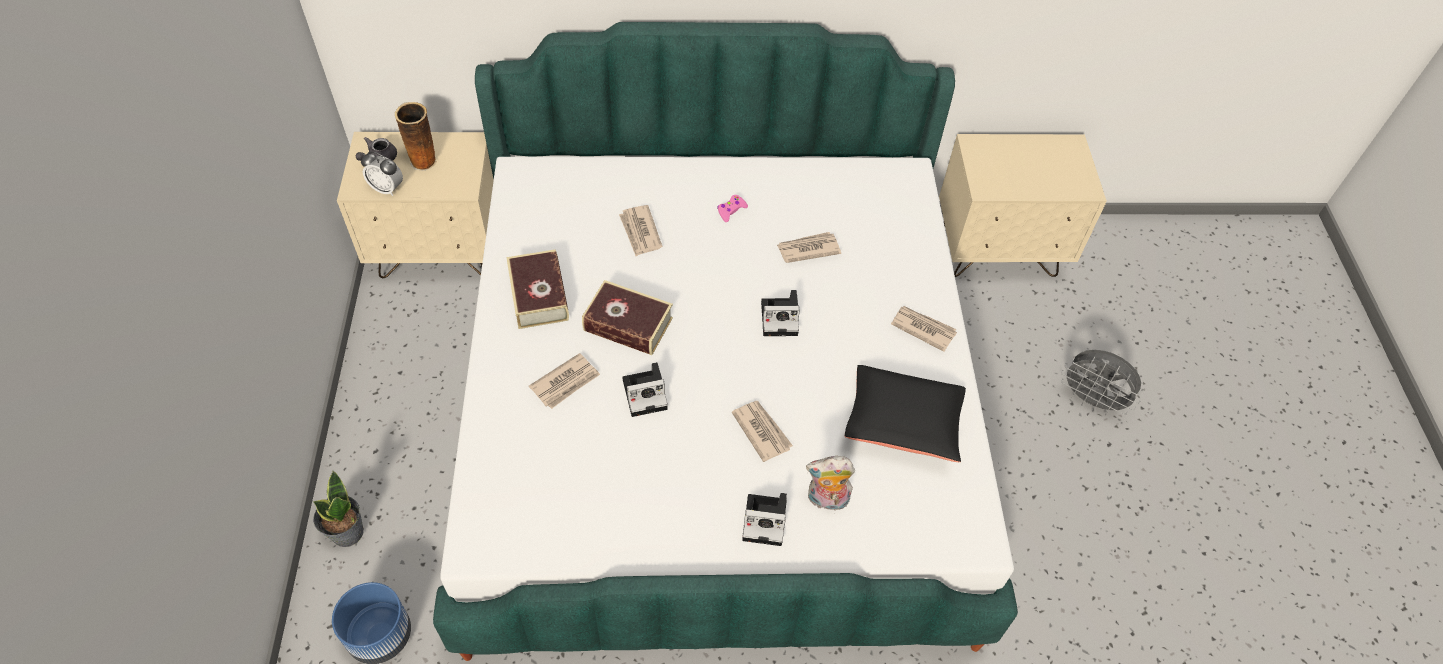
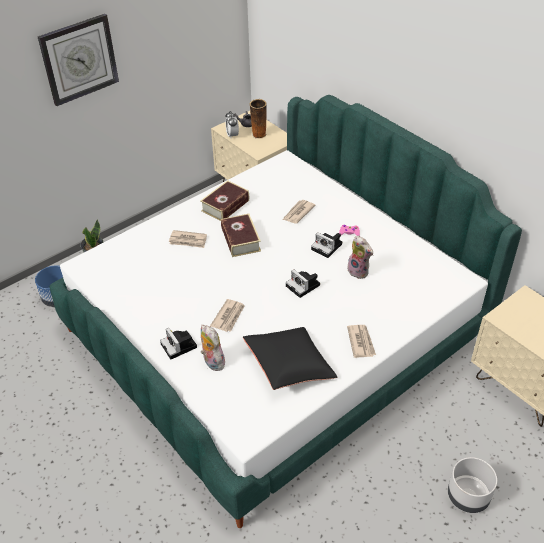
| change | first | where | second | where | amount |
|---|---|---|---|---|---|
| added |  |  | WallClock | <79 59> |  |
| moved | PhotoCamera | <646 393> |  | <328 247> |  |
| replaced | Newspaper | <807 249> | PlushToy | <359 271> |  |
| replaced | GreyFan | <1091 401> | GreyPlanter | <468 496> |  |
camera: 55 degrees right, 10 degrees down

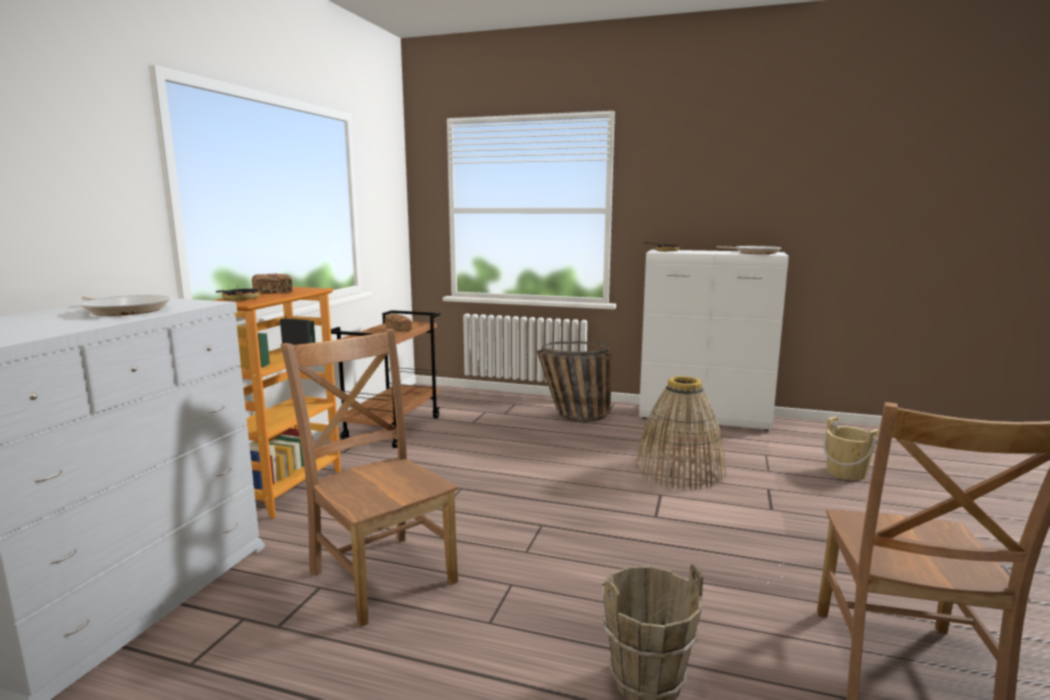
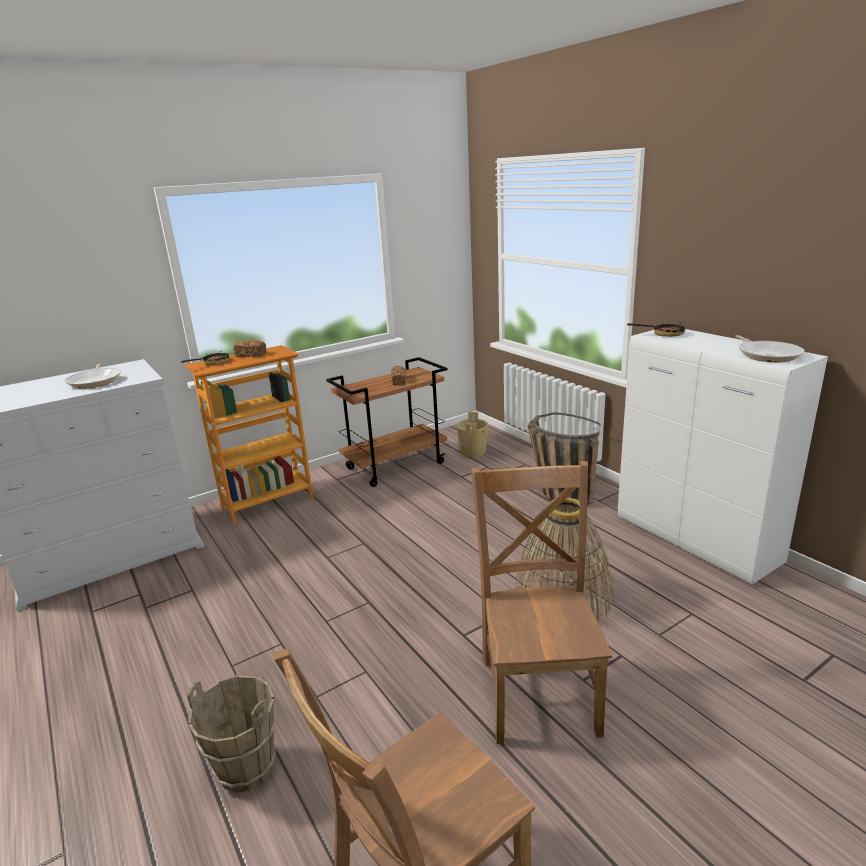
| change | first | where | second | where | amount |
|---|---|---|---|---|---|
| moved | BrownChair | <381 573> |  | <538 690> |  |
| moved | BeigeBucket | <846 473> |  | <473 452> |  |
camera: 40 degrees right, 10 degrees up

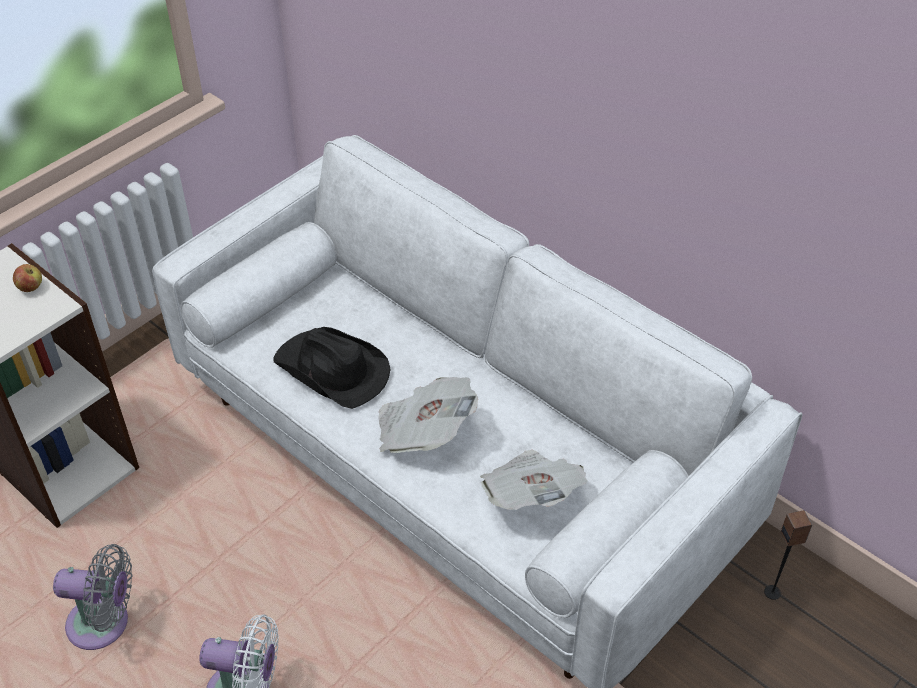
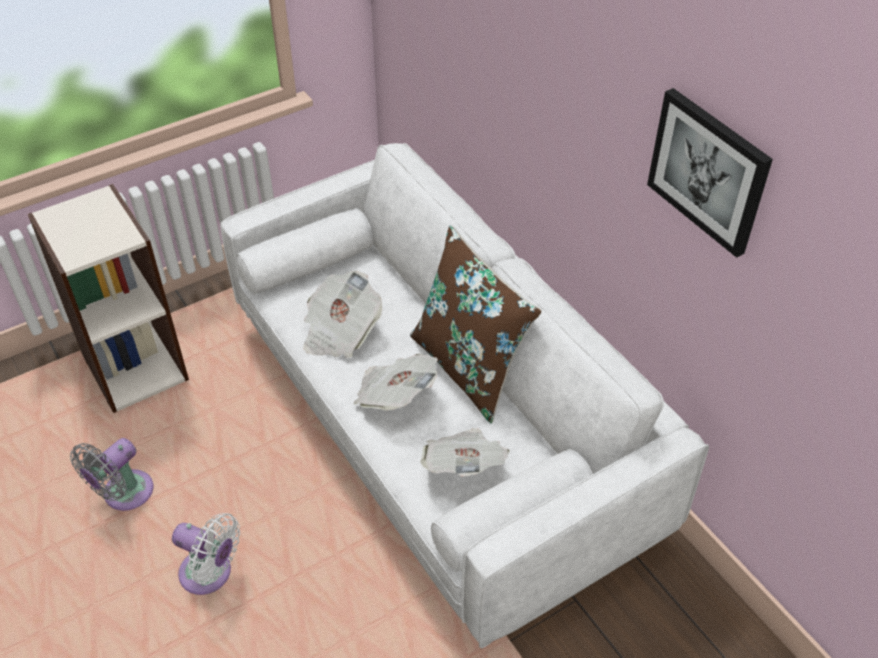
| change | first | where | second | where | amount |
|---|---|---|---|---|---|
| removed | Apple | <31 287> |  |  |  |
| removed | Speaker | <773 592> |  |  |  |
| added |  |  | BrownPillow | <469 367> |  |
| added |  |  | Picture | <709 171> |  |
| replaced | BlackHat | <332 371> | Newspaper | <340 331> |  |
| turned | GreyFan | <104 624> |  | <124 495> | 105 degrees clockwise |
camera: 15 degrees right, 0 degrees up

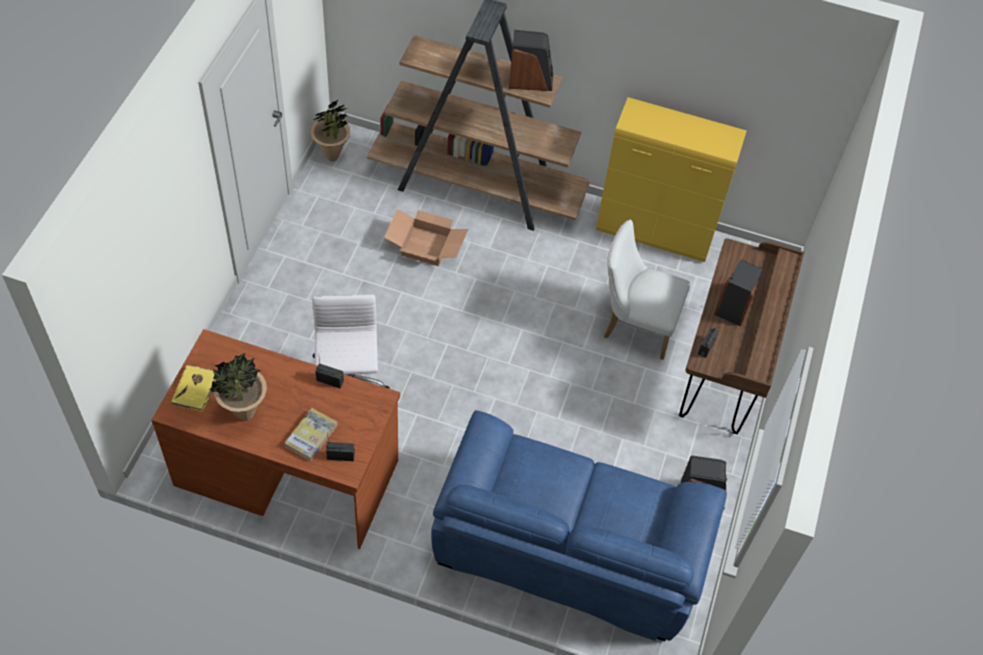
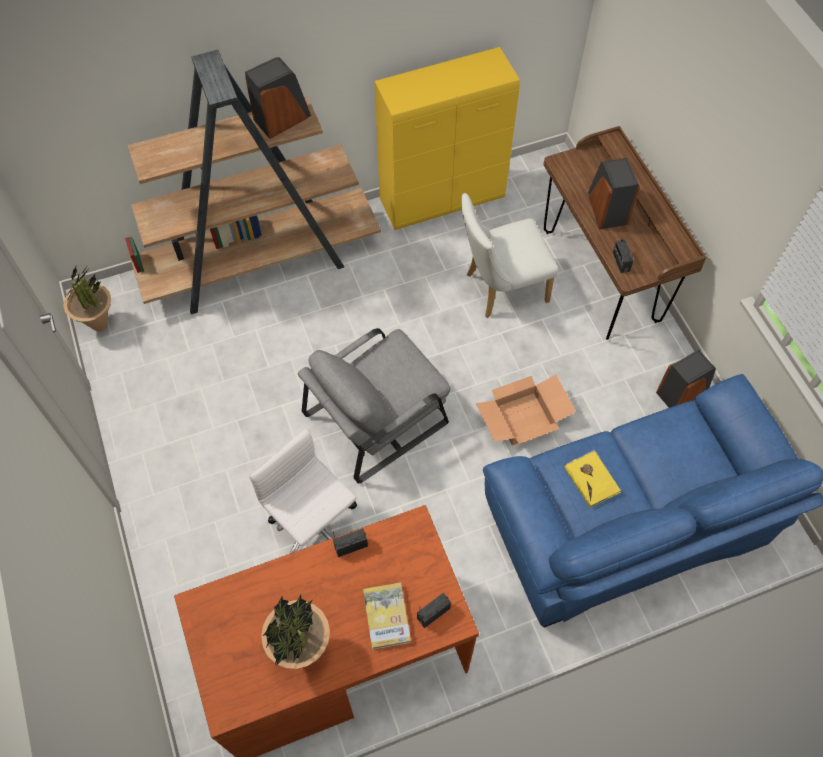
| change | first | where | second | where | amount |
|---|---|---|---|---|---|
| added |  |  | GreyArmchair | <377 416> |  |
| moved | YellowBook | <196 389> |  | <592 479> |  |
| moved | CardboardBox | <427 246> |  | <523 417> |  |
camera: 35 degrees left, 5 degrees up

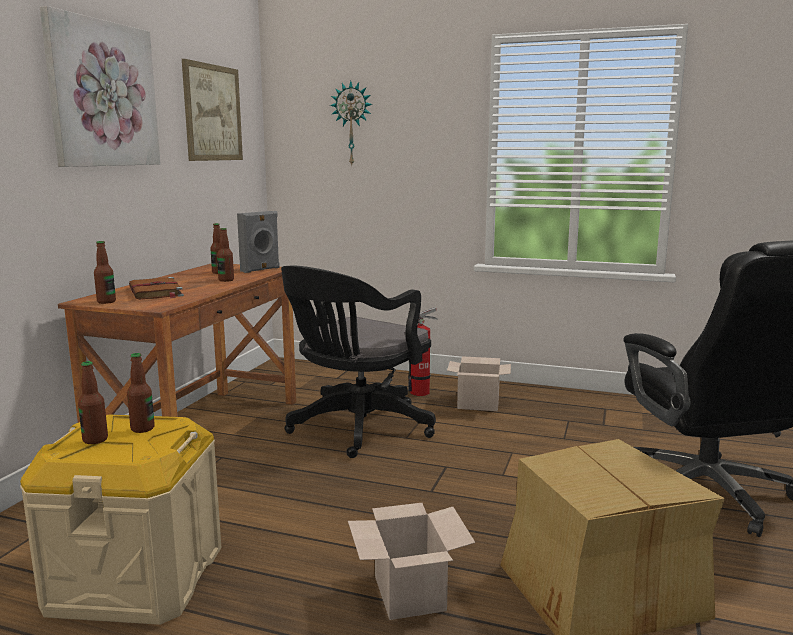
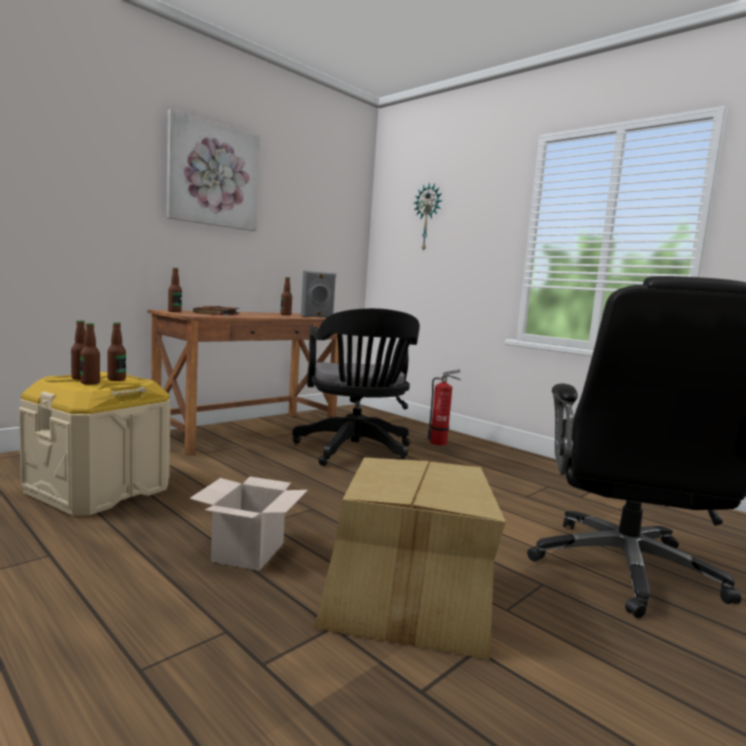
| change | first | where | second | where | amount |
|---|---|---|---|---|---|
| removed | Picture | <213 113> |  |  |  |
| removed | CardboardBox | <479 404> |  |  |  |
| moved | Bottle | <226 280> |  | <90 383> |  |
| turned | BlackOfficeChair | <356 429> |  | <356 452> | 75 degrees counterclockwise |
camera: 25 degrees right, 5 degrees down

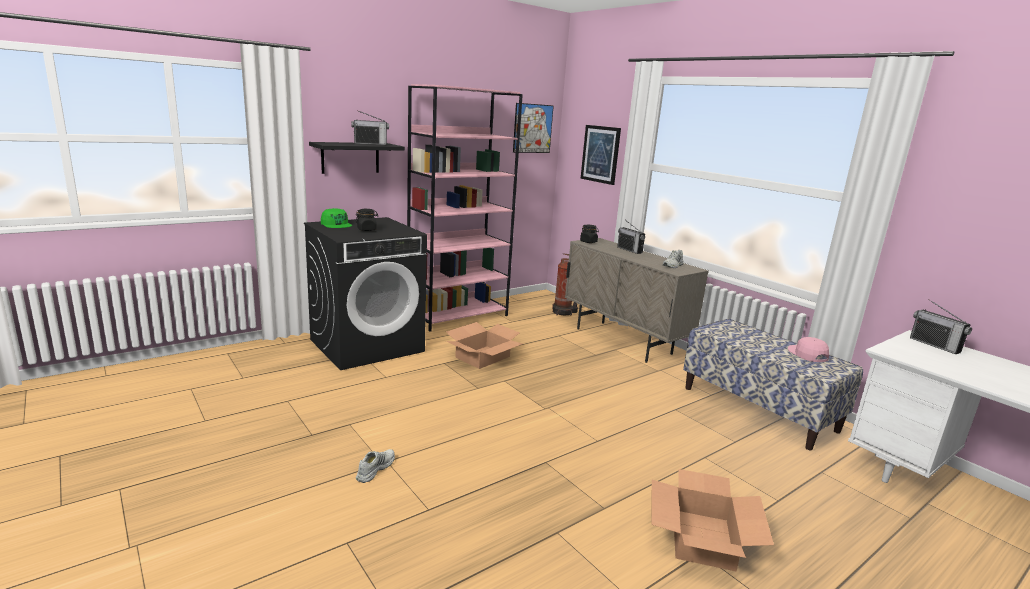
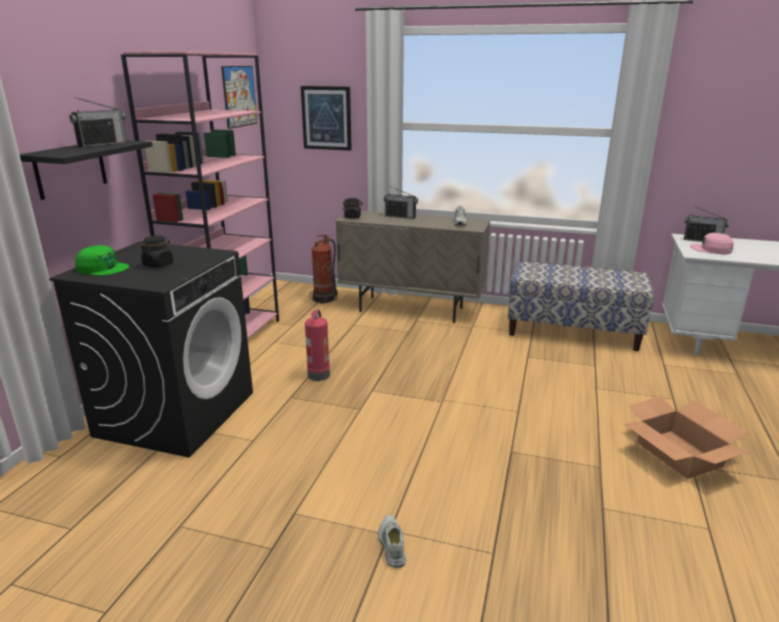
| change | first | where | second | where | amount |
|---|---|---|---|---|---|
| moved | PinkCap | <807 354> |  | <711 249> |  |
| replaced | CardboardBox | <483 357> | FireExtinguisher | <318 374> |  |
camera: 35 degrees left, 5 degrees up

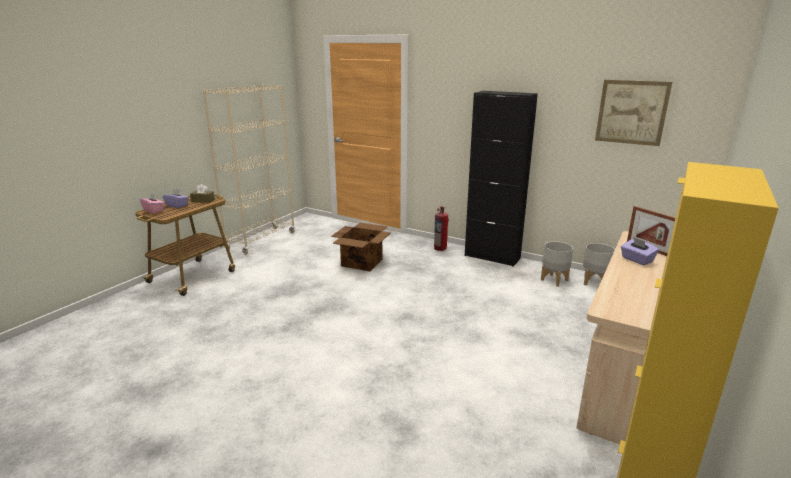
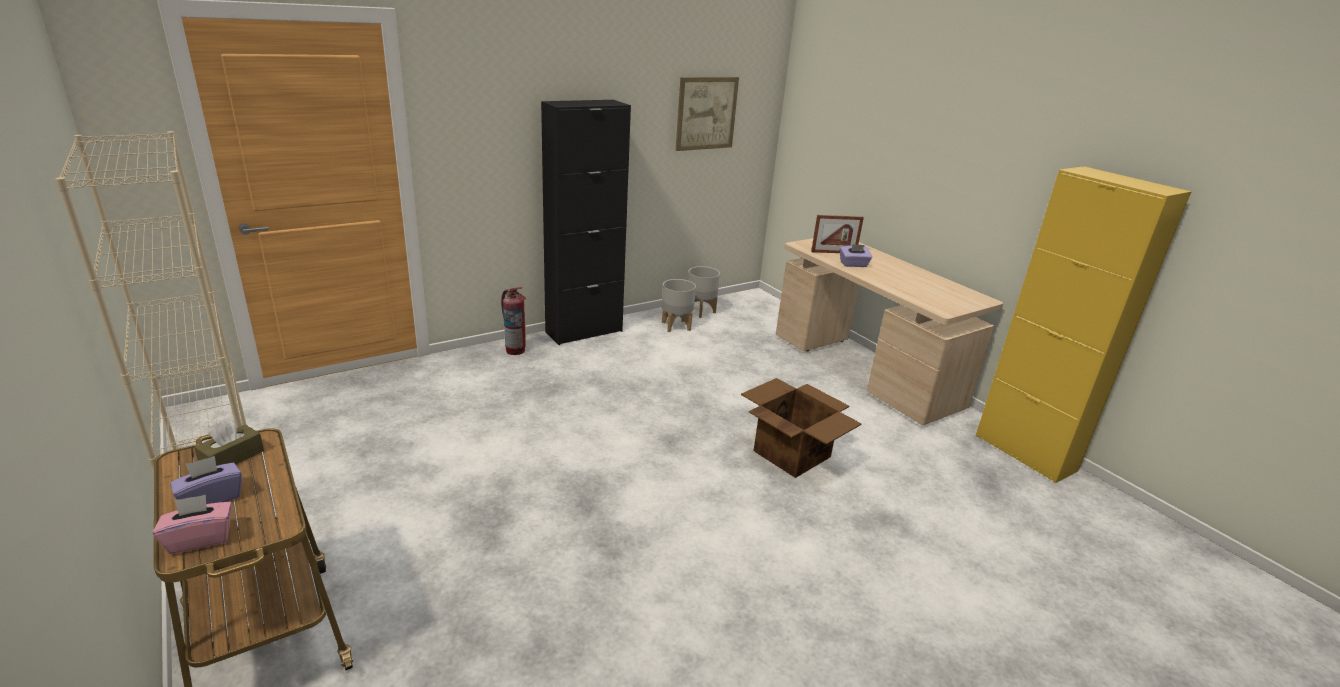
| change | first | where | second | where | amount |
|---|---|---|---|---|---|
| moved | CardboardBox | <362 262> |  | <791 453> |  |
camera: 65 degrees left, 5 degrees up

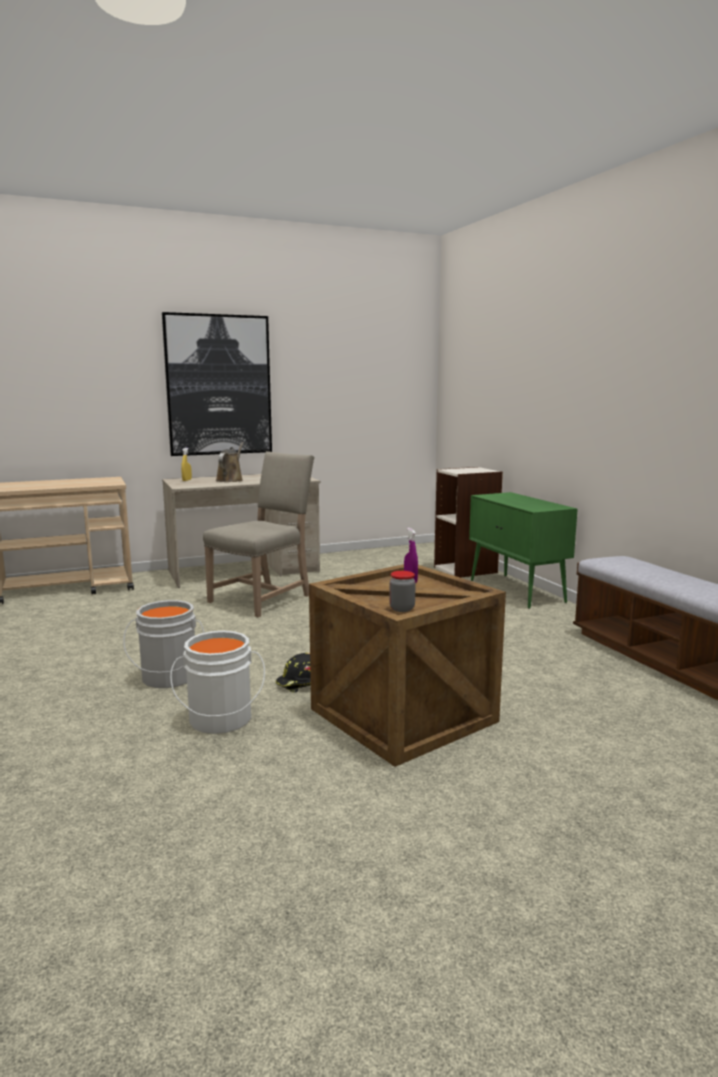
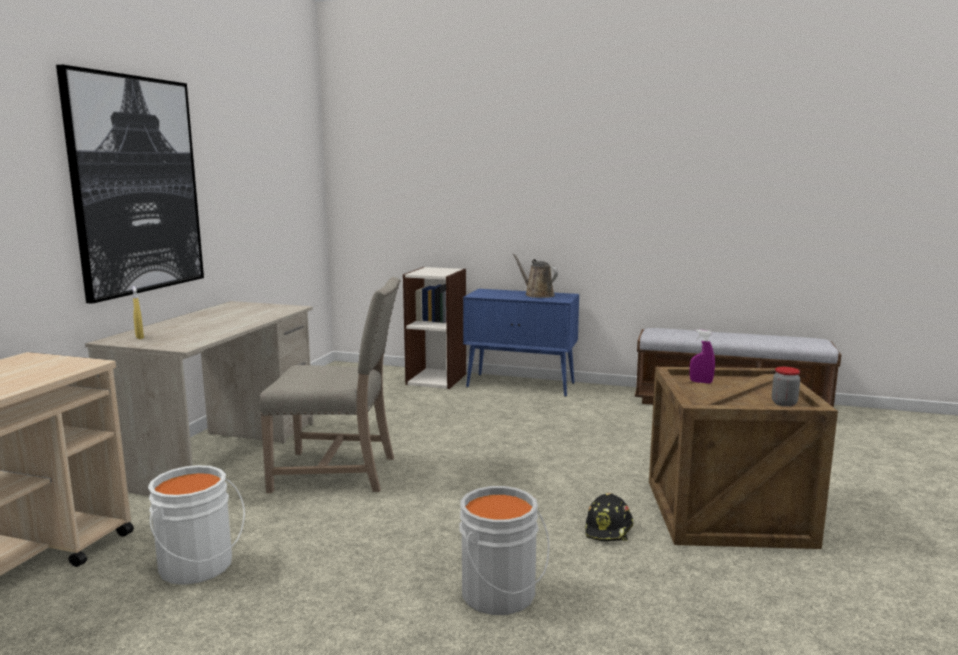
| change | first | where | second | where | amount |
|---|---|---|---|---|---|
| moved | WhiteBucket | <220 721> |  | <198 567> |  |
| moved | BrownWateringCan | <230 480> |  | <537 295> |  |
| recoloured | GreenCabinet | <517 591> | BlueCabinet | <521 385> |  |
| turned | BeigeChair | <263 598> |  | <338 472> | 105 degrees clockwise |
camera: 50 degrees left, 0 degrees up

